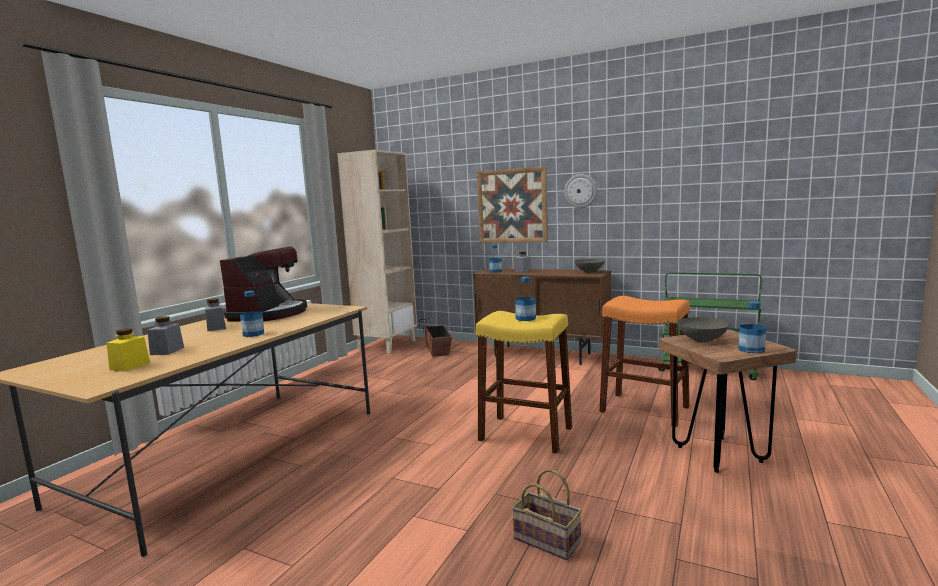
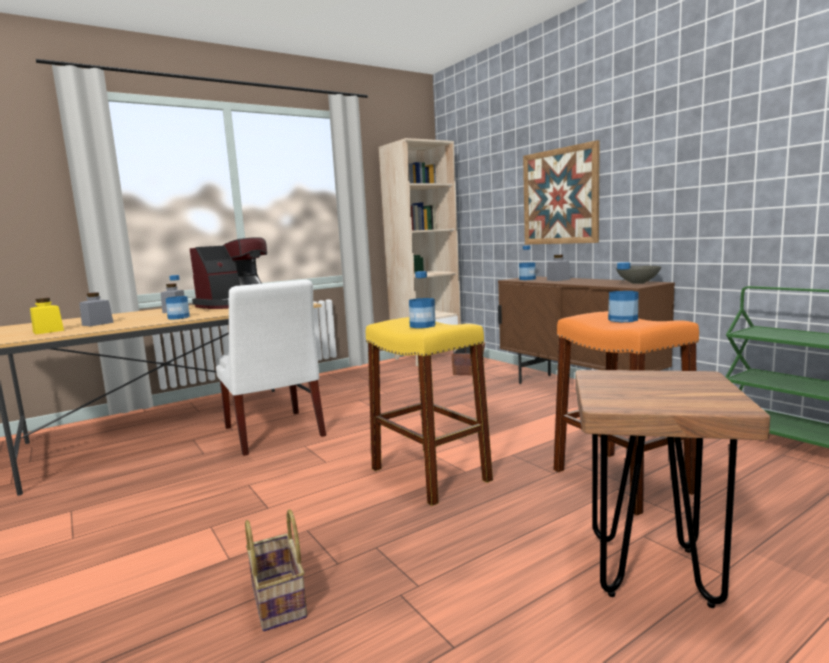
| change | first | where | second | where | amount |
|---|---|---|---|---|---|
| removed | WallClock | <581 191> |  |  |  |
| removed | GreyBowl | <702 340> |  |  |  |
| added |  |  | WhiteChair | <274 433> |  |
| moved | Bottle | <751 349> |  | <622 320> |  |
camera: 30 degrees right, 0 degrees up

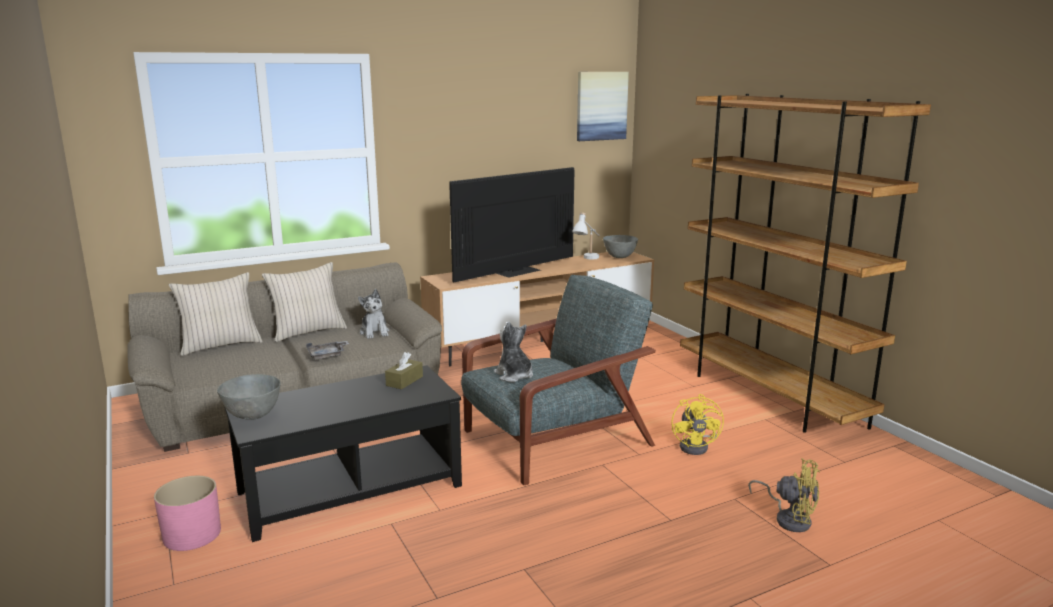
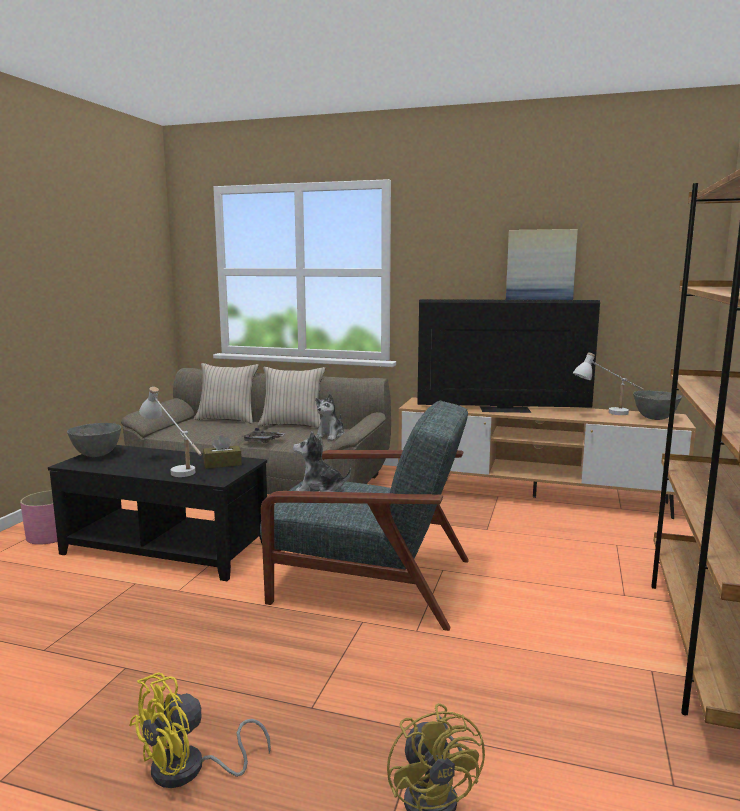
| change | first | where | second | where | amount |
|---|---|---|---|---|---|
| added |  |  | WhiteTableLamp | <174 469> |  |
| moved | Picture | <601 106> |  | <540 269> |  |
| moved | YellowFan | <697 446> |  | <189 770> |  |
| turned | PlushToy | <514 376> |  | <319 490> | 90 degrees counterclockwise |
camera: 45 degrees right, 5 degrees down

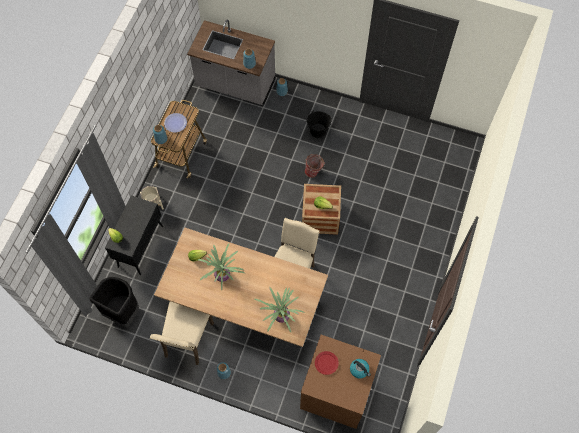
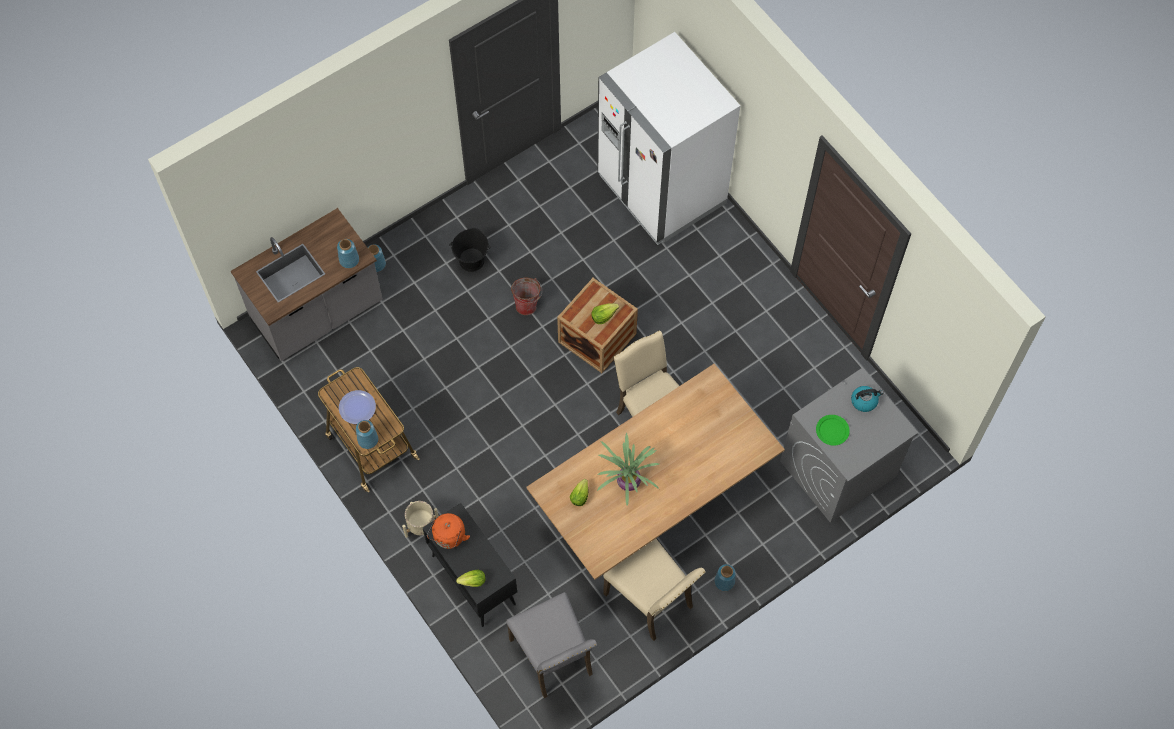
| change | first | where | second | where | amount |
|---|---|---|---|---|---|
| removed | PottedPlant | <281 315> |  |  |  |
| added |  |  | OrangeKettle | <449 537> |  |
| added |  |  | WhiteFridge | <661 190> |  |
| replaced | BlackTrashCan | <123 312> | GreyChair | <553 657> |  |
| recoloured | BrownWashingMachine | <336 392> | GreyWashingMachine | <837 469> |  |
| recoloured | RedPlate | <326 363> | GreenPlate | <832 430> |  |
camera: 55 degrees left, 0 degrees up

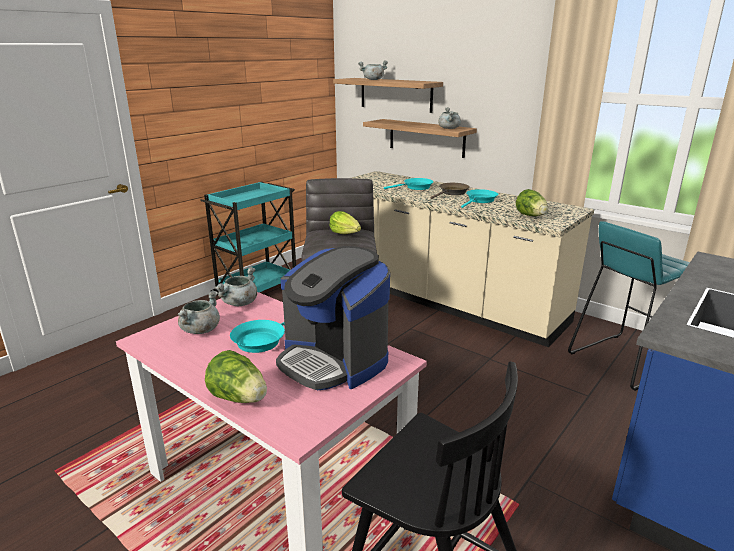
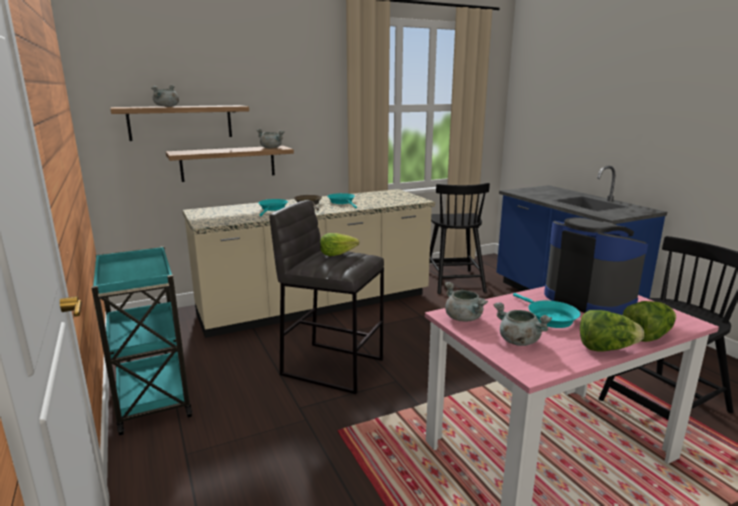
| change | first | where | second | where | amount |
|---|---|---|---|---|---|
| moved | Lettuce | <531 216> |  | <605 348> |  |
| replaced | TurquoiseStool | <622 360> | BlackChair | <454 281> |  |
| turned | CoffeeMachine | <333 360> |  | <589 299> | 105 degrees counterclockwise |
camera: 65 degrees left, 5 degrees down

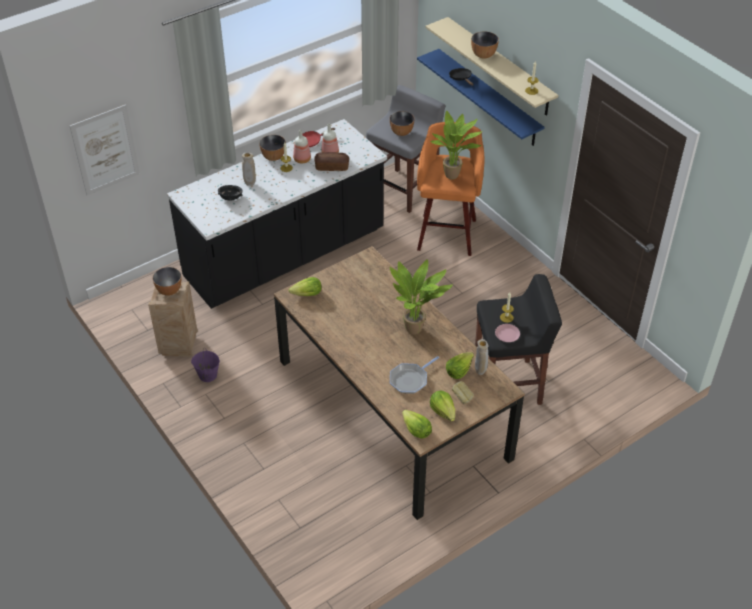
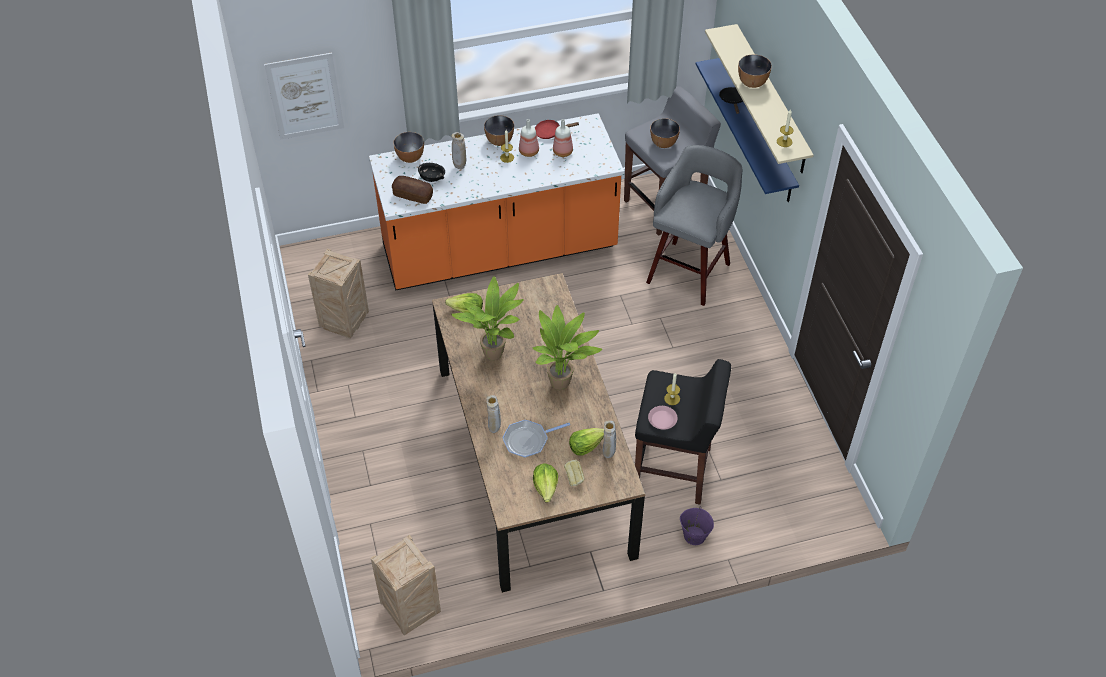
| change | first | where | second | where | amount |
|---|---|---|---|---|---|
| removed | Lettuce | <416 430> |  |  |  |
| added |  |  | Crate | <409 610> |  |
| added |  |  | BeigeVase | <494 429> |  |
| moved | Bowl | <169 291> |  | <410 158> |  |
| moved | PurpleBucket | <207 375> |  | <694 535> |  |
| moved | Bread | <332 167> |  | <413 195> |  |
| moved | PottedPlant | <454 176> |  | <496 356> |  |
| recoloured | BlackCounter | <285 255> | OrangeCounter | <499 250> |  |
| recoloured | OrangeStool | <447 233> | GreyStool | <690 271> |  |
camera: 20 degrees right, 5 degrees up

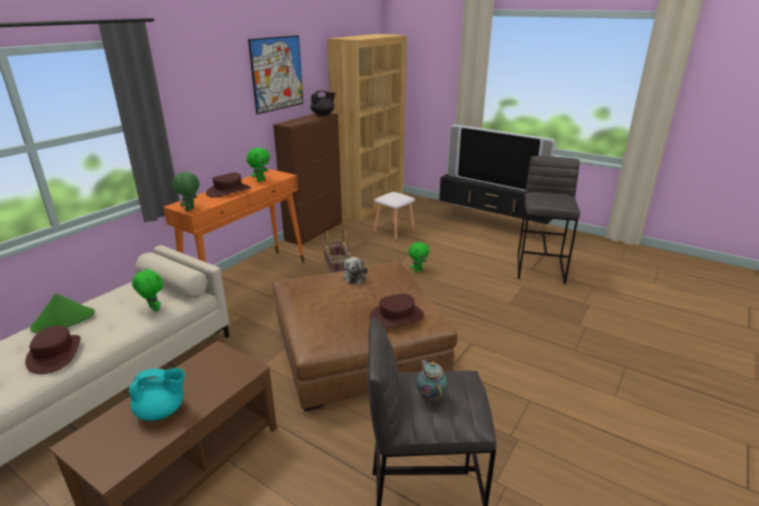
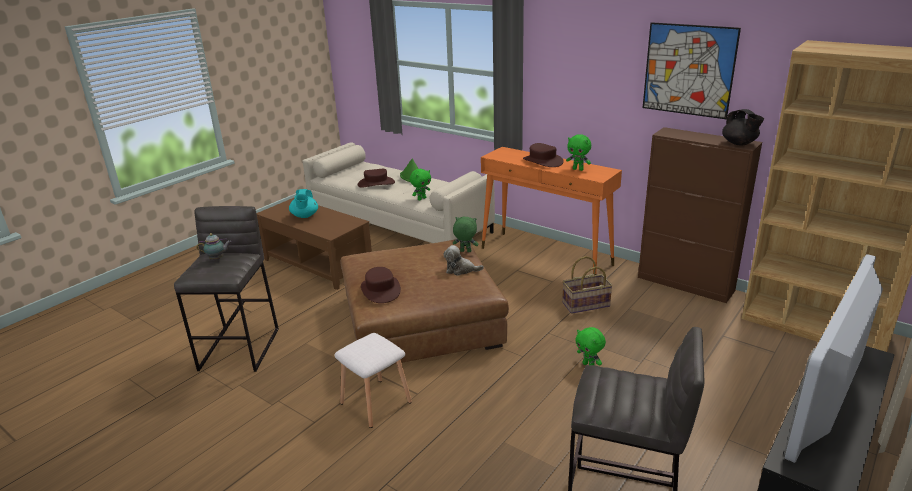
| change | first | where | second | where | amount |
|---|---|---|---|---|---|
| moved | GreenPlushToy | <190 209> |  | <465 251> |  |
| moved | WhiteStool | <394 232> |  | <375 403> |  |
camera: 95 degrees right, 0 degrees up

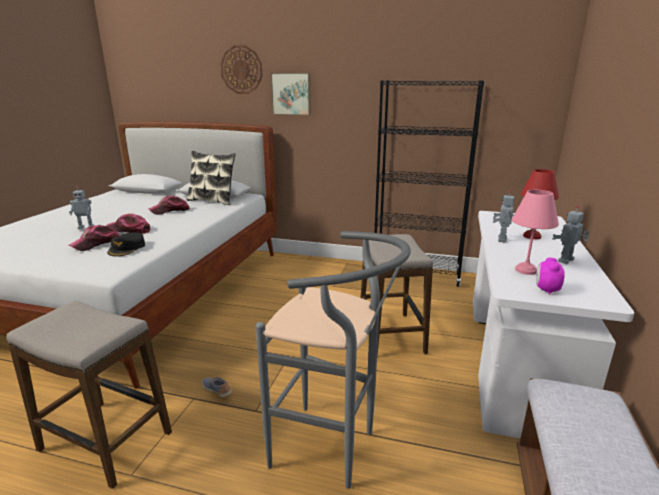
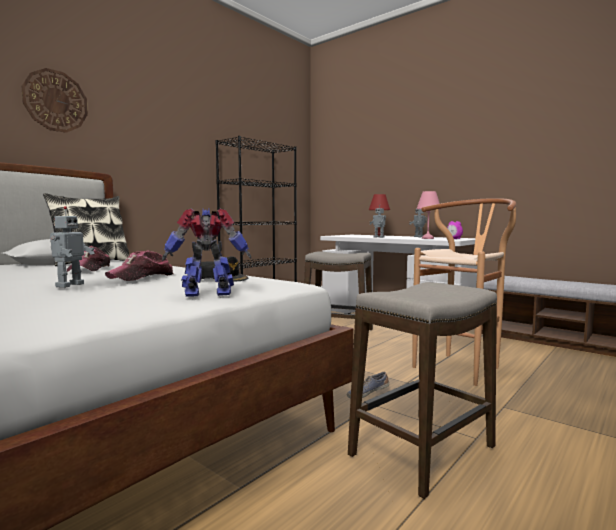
| change | first | where | second | where | amount |
|---|---|---|---|---|---|
| removed | Cap | <96 244> |  |  |  |
| removed | Picture | <291 94> |  |  |  |
| added |  |  | ToyRobot | <209 294> |  |
| recoloured | GreyStool | <333 449> | BrownStool | <461 366> |  |
camera: 65 degrees left, 15 degrees down

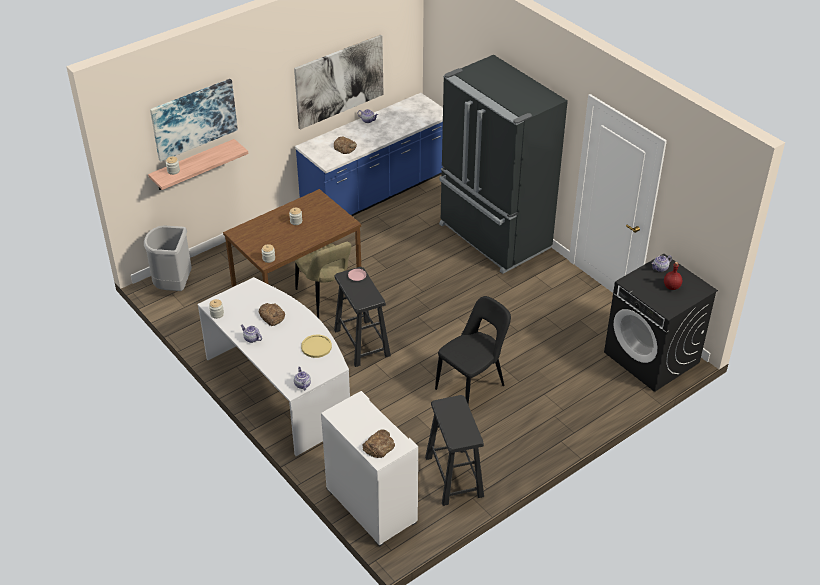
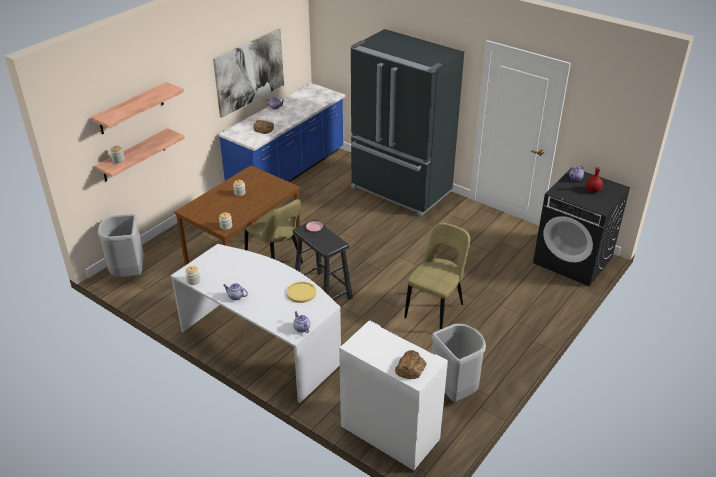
| change | first | where | second | where | amount |
|---|---|---|---|---|---|
| removed | Bread | <272 316> |  |  |  |
| replaced | Picture | <194 119> | Shelf | <131 108> |  |
| replaced | BlackStool | <454 476> | GreyTrashCan | <454 391> |  |
| recoloured | BlackChair | <472 386> | BeigeChair | <436 309> |  |
camera: 15 degrees left, 5 degrees down

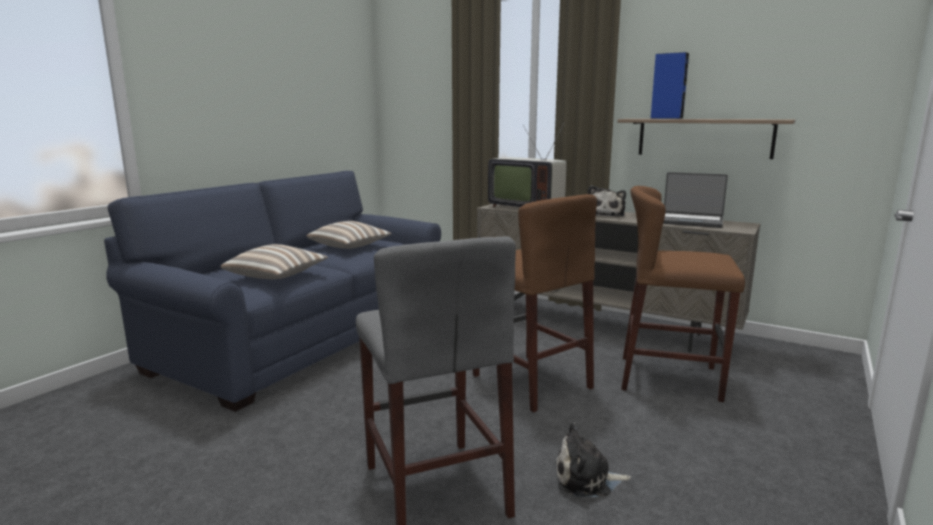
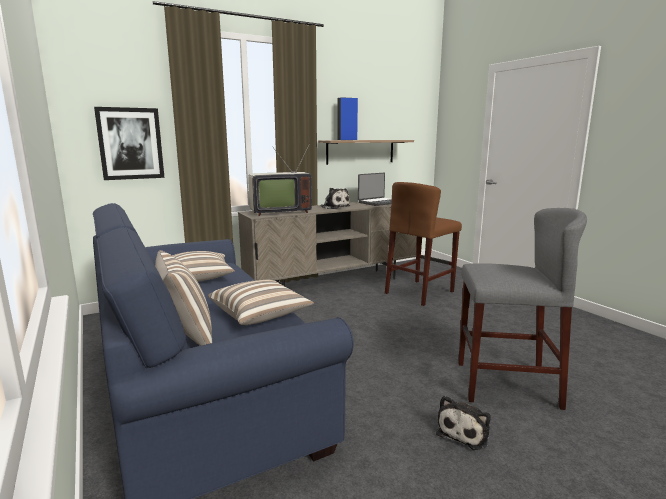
| change | first | where | second | where | amount |
|---|---|---|---|---|---|
| removed | BrownStool | <531 381> |  |  |  |
| added |  |  | Picture | <130 143> |  |
| added |  |  | Pillow | <186 338> |  |
| moved | PlushToy | <586 479> |  | <464 432> |  |
camera: 60 degrees left, 0 degrees up

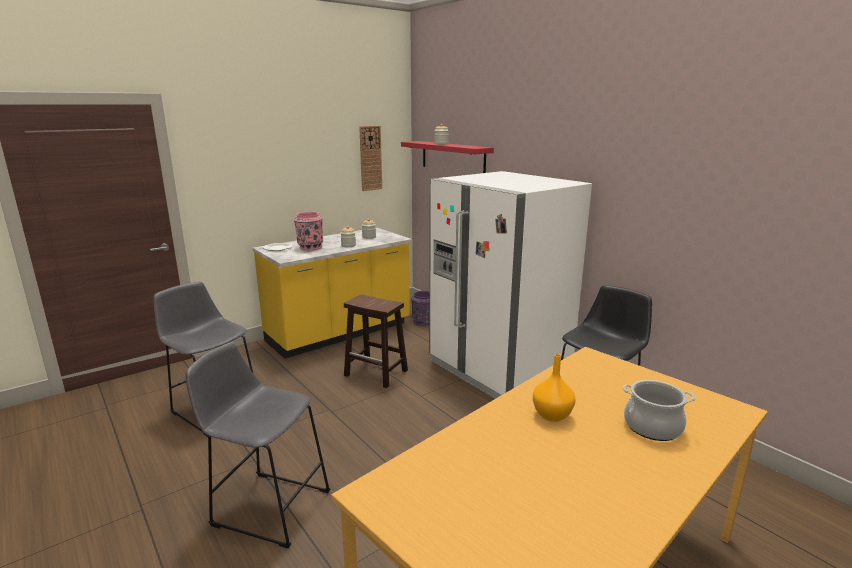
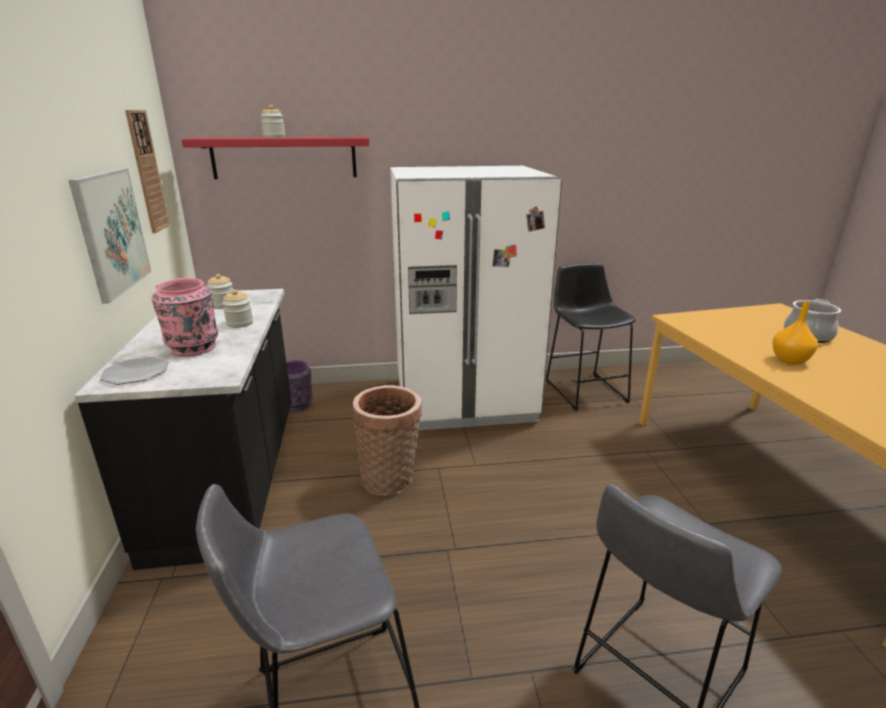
| change | first | where | second | where | amount |
|---|---|---|---|---|---|
| added |  |  | Picture | <112 232> |  |
| replaced | BrownStool | <377 373> | Basket | <390 480> |  |
| recoloured | YellowCounter | <339 333> | BlackCounter | <232 477> |  |
camera: 60 degrees left, 5 degrees up

